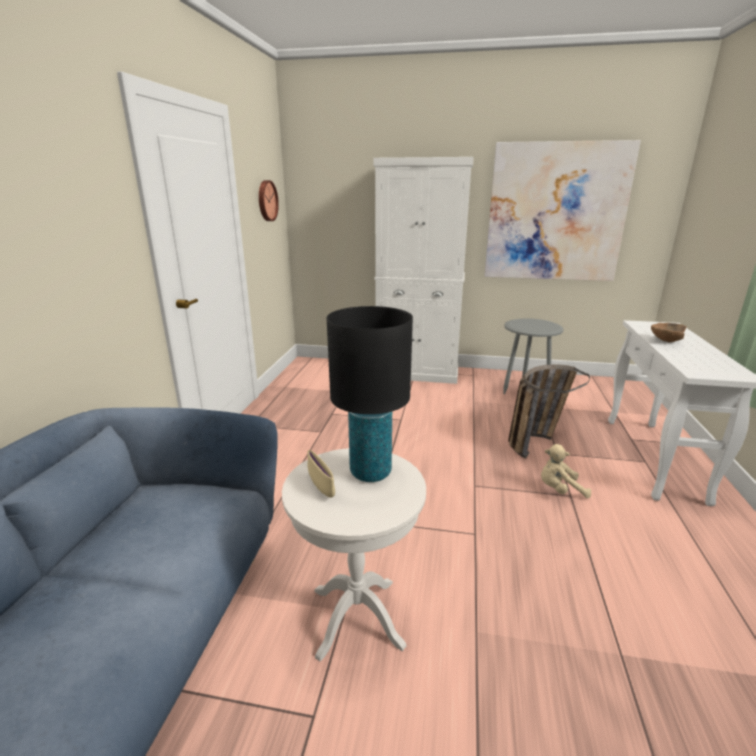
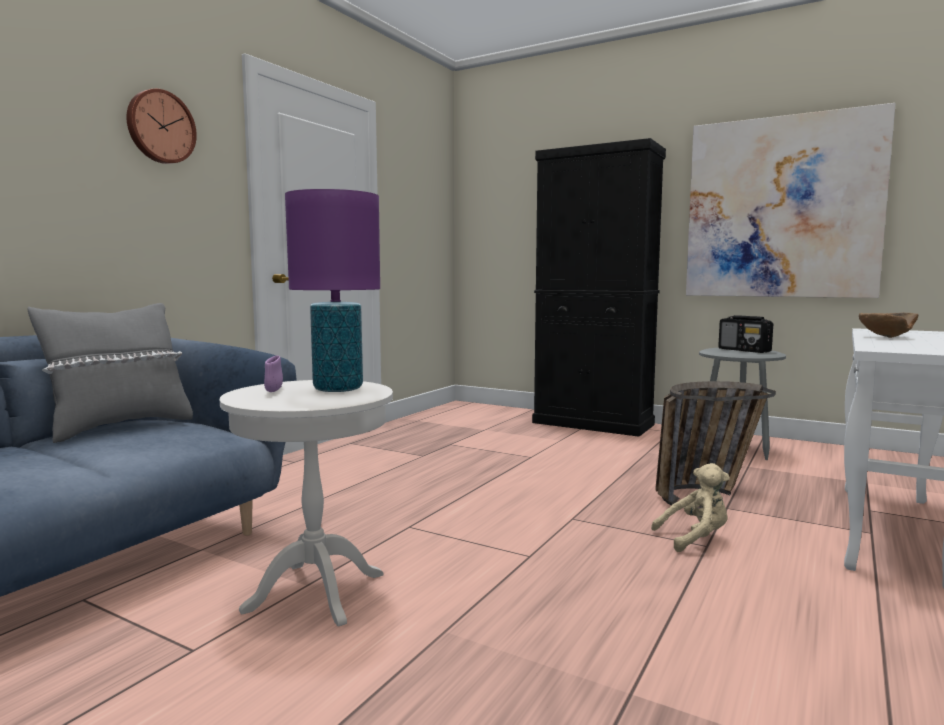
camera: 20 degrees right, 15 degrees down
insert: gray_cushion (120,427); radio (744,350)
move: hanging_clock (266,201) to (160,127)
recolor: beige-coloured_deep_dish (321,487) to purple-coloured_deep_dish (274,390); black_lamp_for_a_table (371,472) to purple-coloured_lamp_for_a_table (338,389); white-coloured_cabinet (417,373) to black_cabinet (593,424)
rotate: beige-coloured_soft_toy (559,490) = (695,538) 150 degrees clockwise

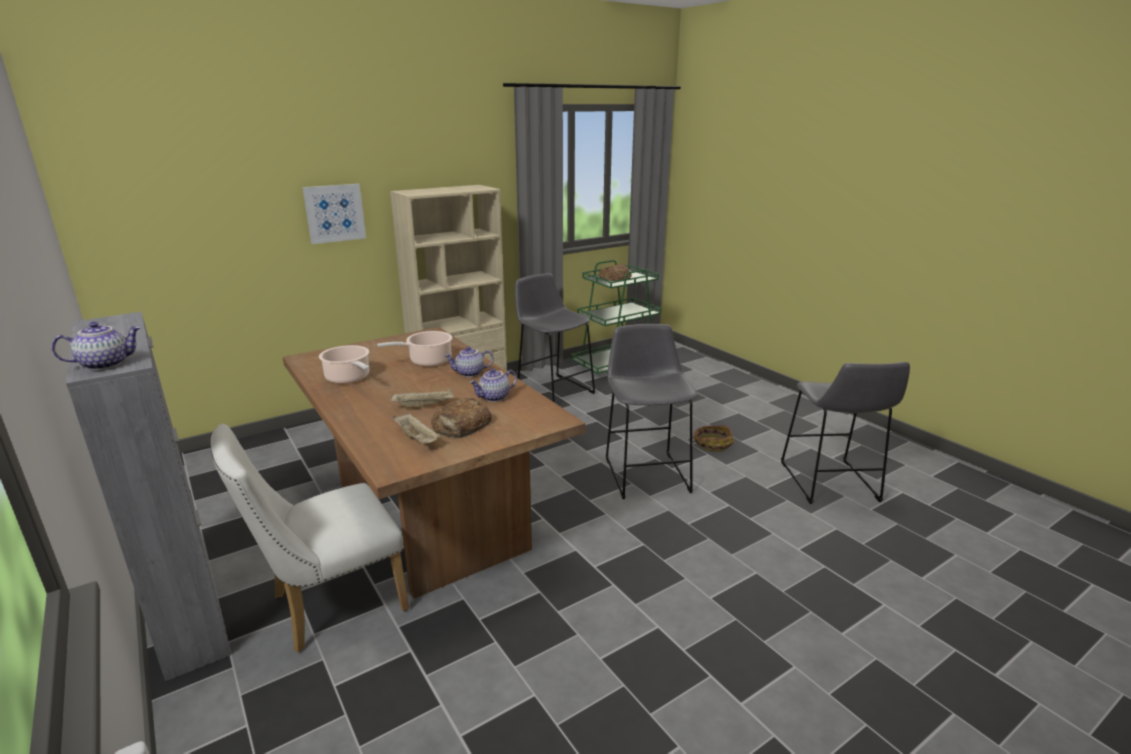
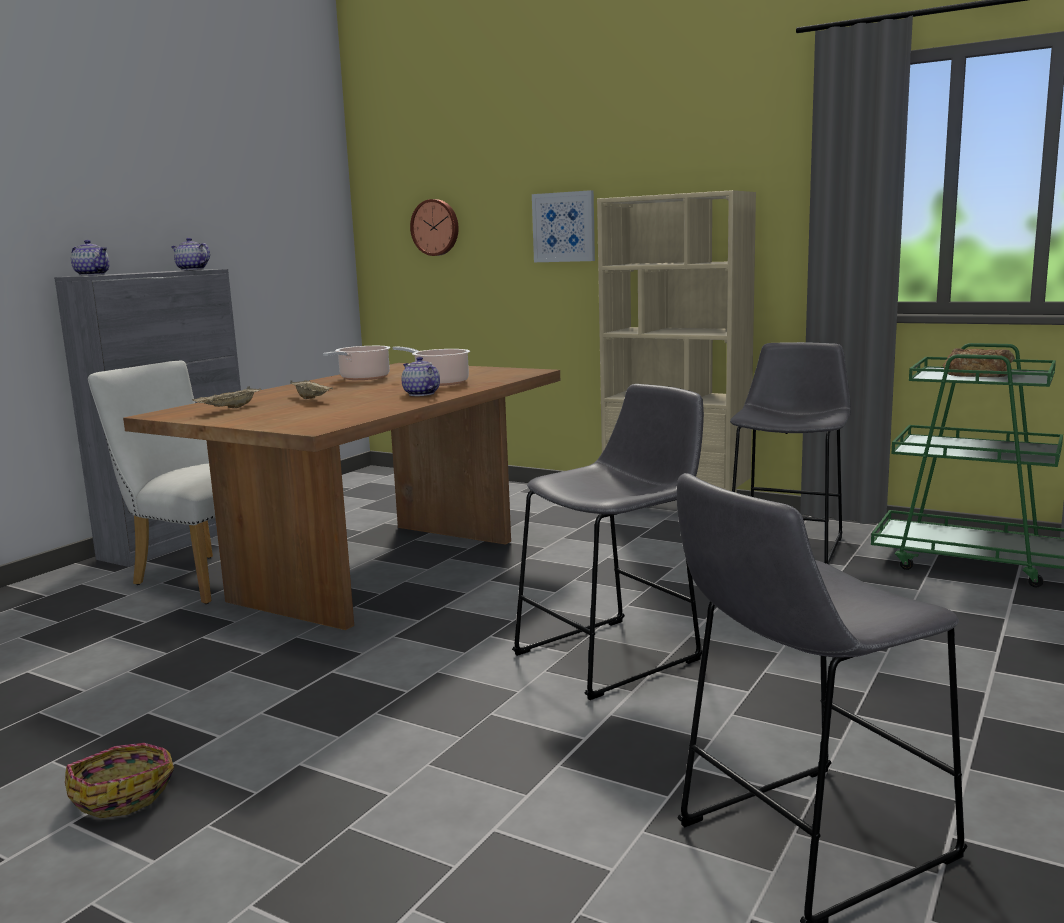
camera: 65 degrees right, 10 degrees down
delete: bakery_bread (461,425)
insert: hanging_clock (436,227)
move: pot_for_tea (494,397) to (191,270); storage_basket (711,444) to (124,793)

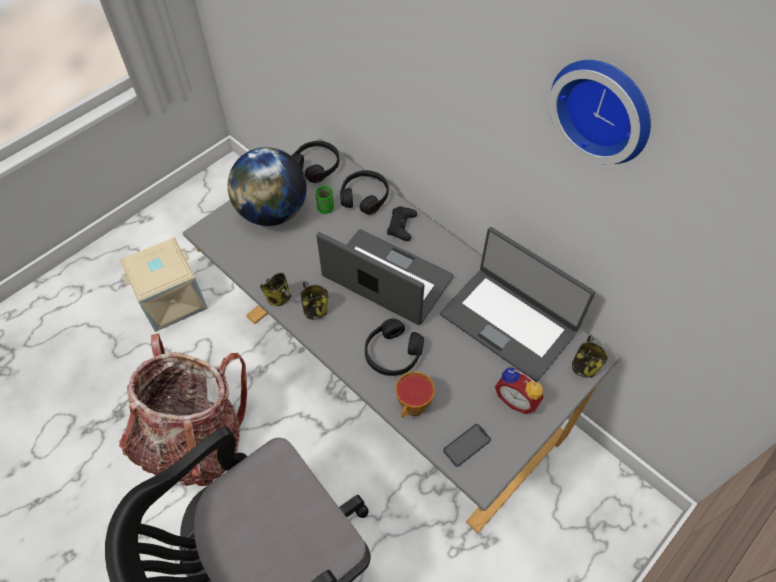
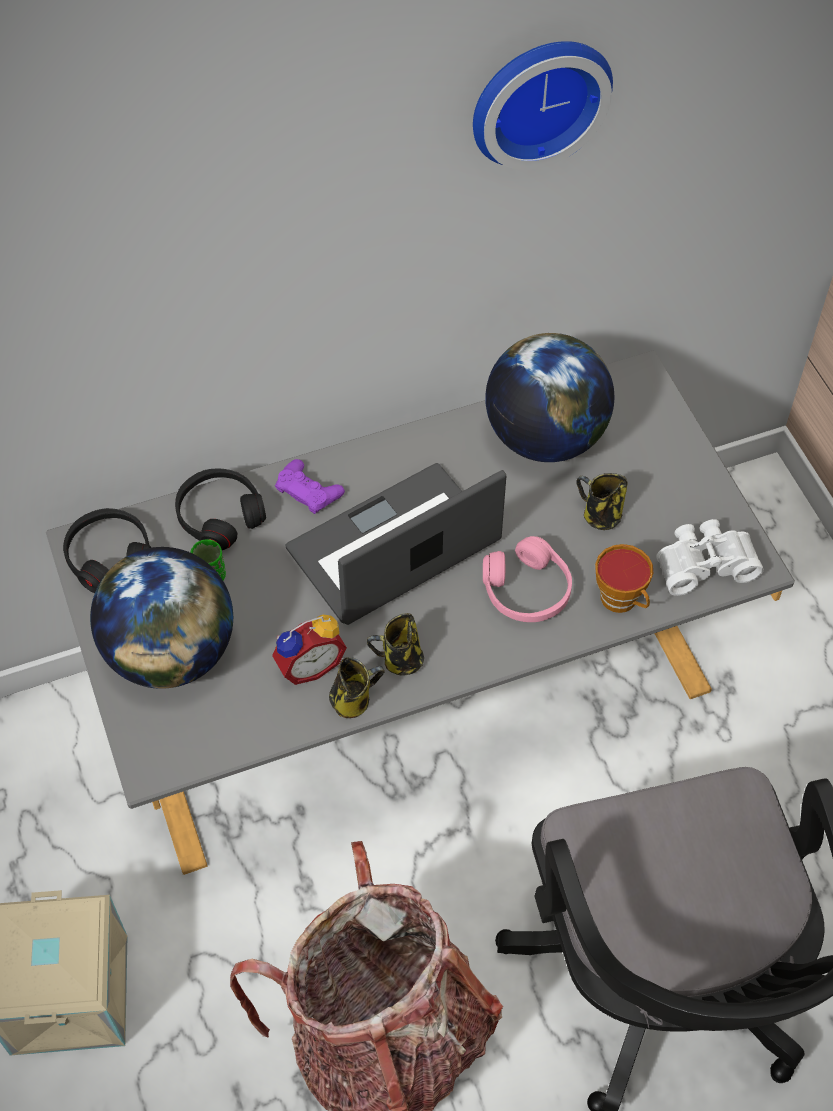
camera: 65 degrees left, 0 degrees up
move: bedside_clock (517,399) to (309,664); mug (583,366) to (599,515)
replace: portable_computer (508,322) to globe (545,437); phone (466,445) to white-coloured_pair_of_binoculars (704,563)
recolor: black_pair_of_headphones (392,353) to pinkish_pair_of_headphones (527,590); black_game_controller (402,226) to purple-coloured_game_controller (308,490)

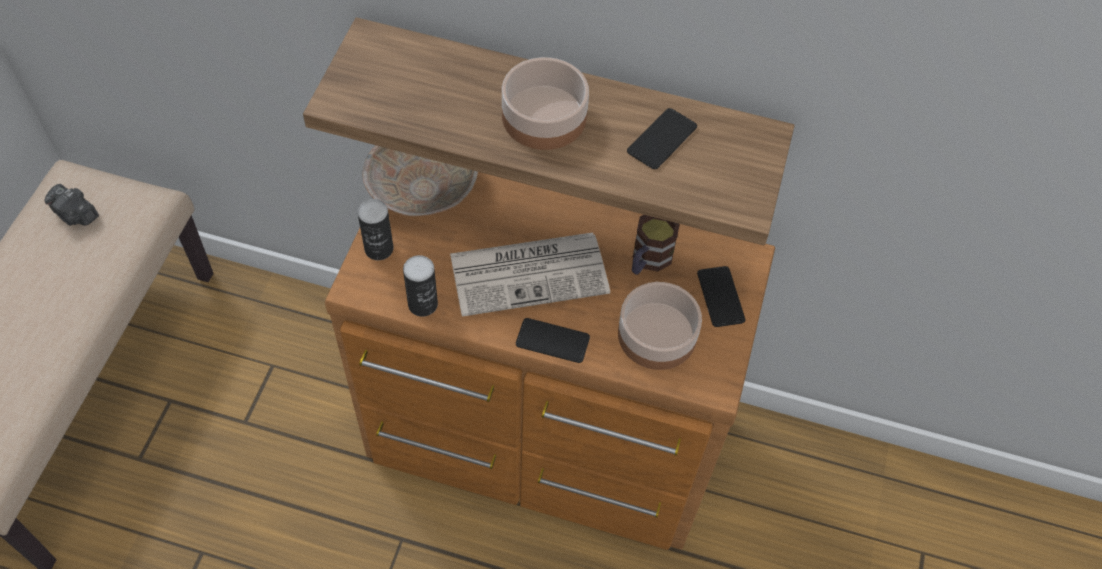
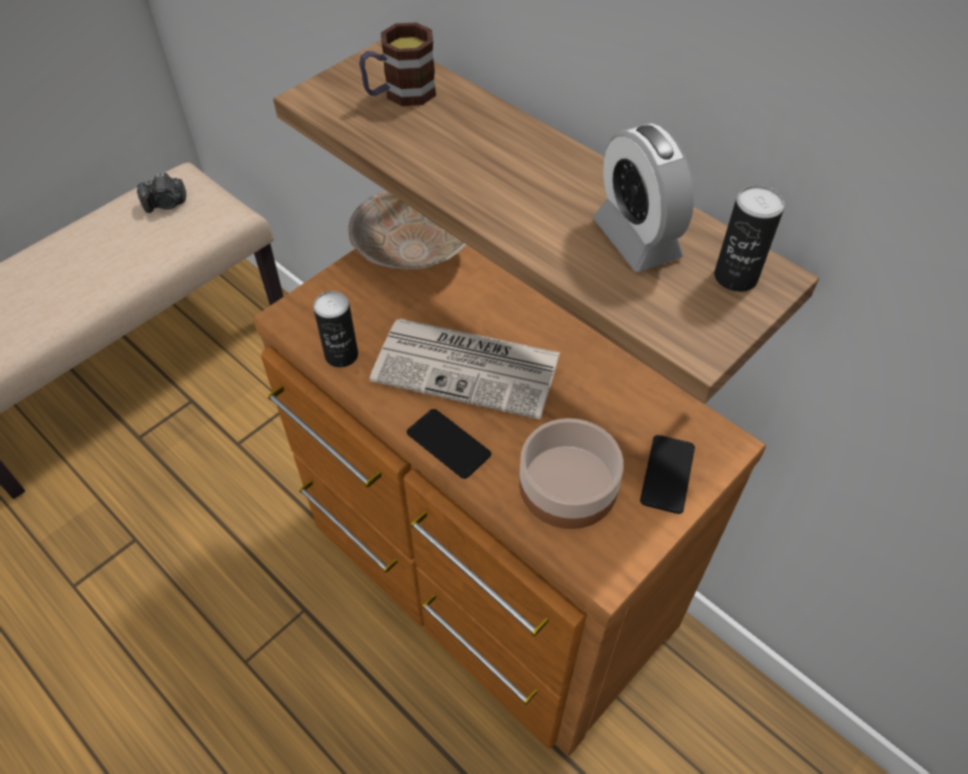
camera: 30 degrees right, 5 degrees down
delete: deep_dish (545,116)
move: metal_can (379,249) to (735,277); mug (648,260) to (400,94)
replace: phone (662,139) to bedside_clock (636,239)
rotate: photo_camera (75,215) = (166,204) 75 degrees counterclockwise

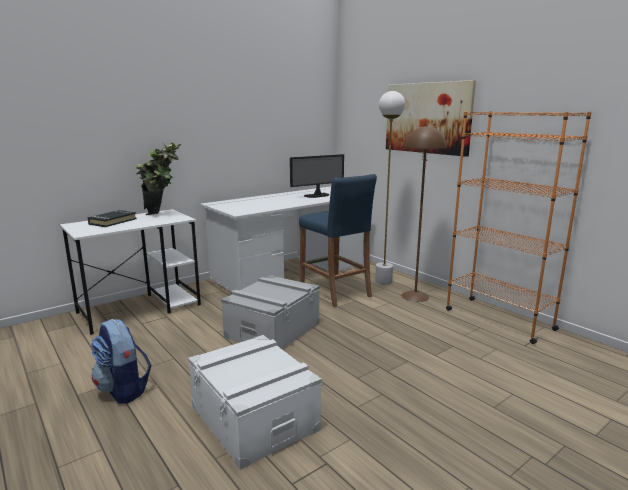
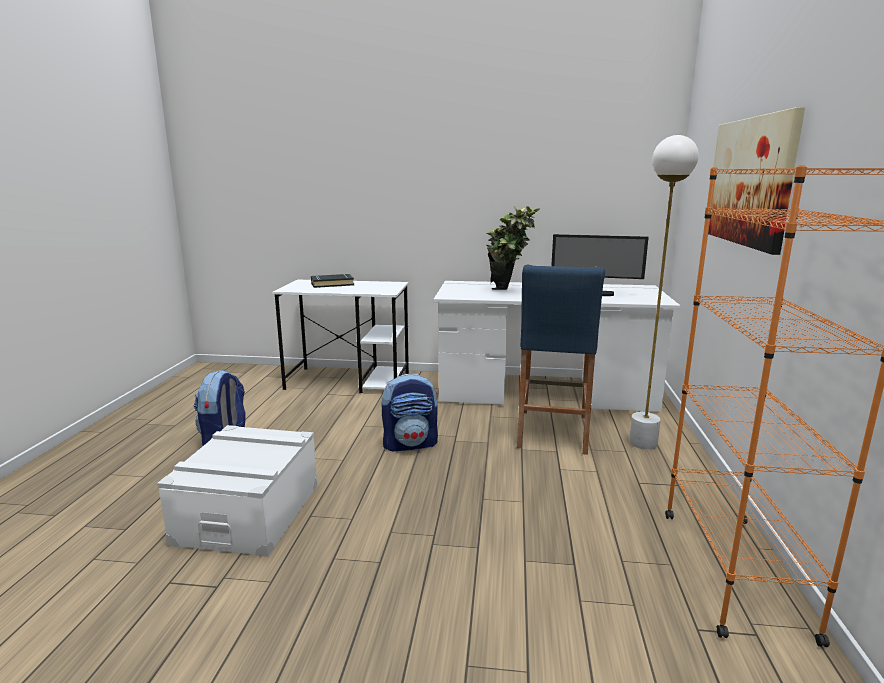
camera: 45 degrees right, 0 degrees up
delete: brown_standing_lamp (415,296)
move: plant_in_a_pot (163,215) to (509,292)
replace: gray_storage_box (273,329) to knapsack (410,444)

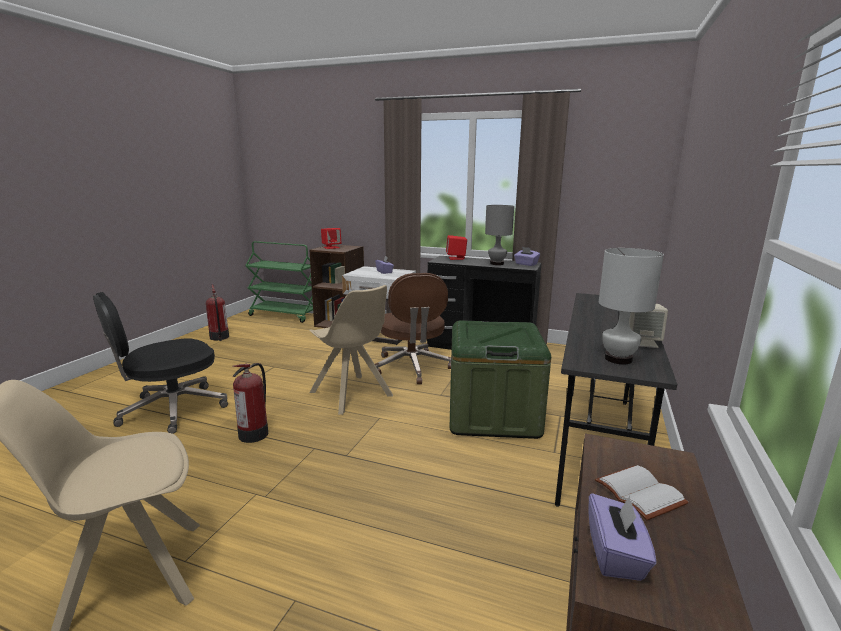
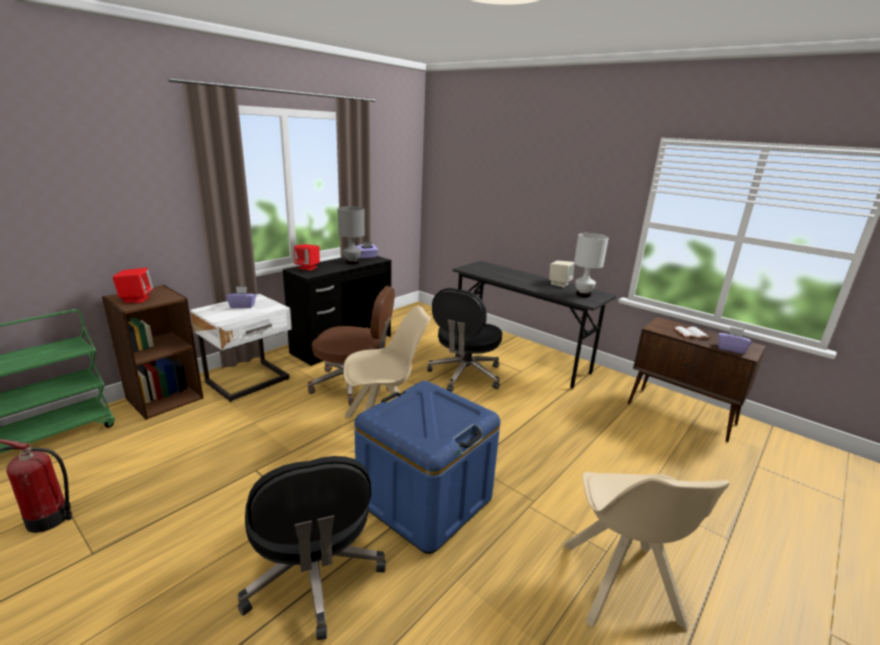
camera: 70 degrees left, 5 degrees up
replace: fire-fighting_cylinder (255,433) to bluish_storage_box (424,499); green-coloured_storage_box (493,415) to black_computer_chair (465,375)

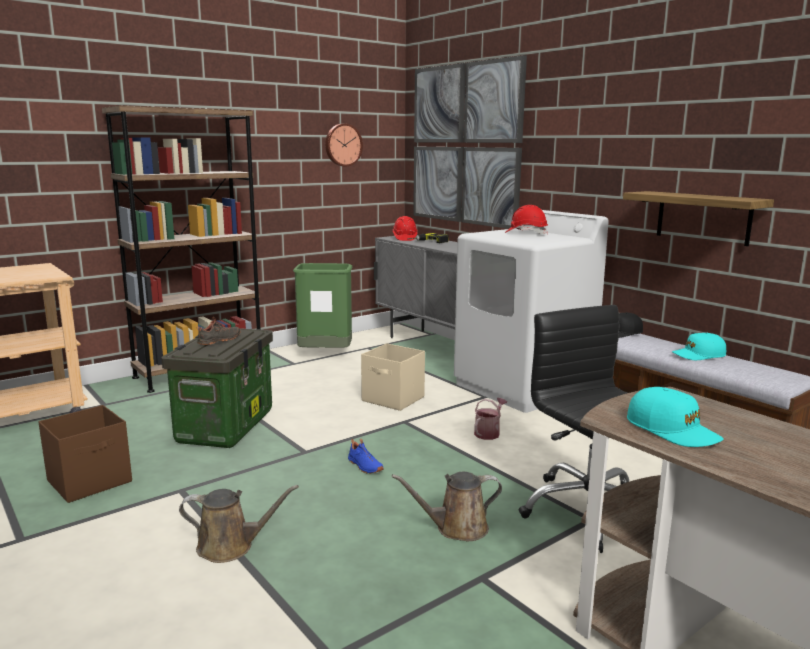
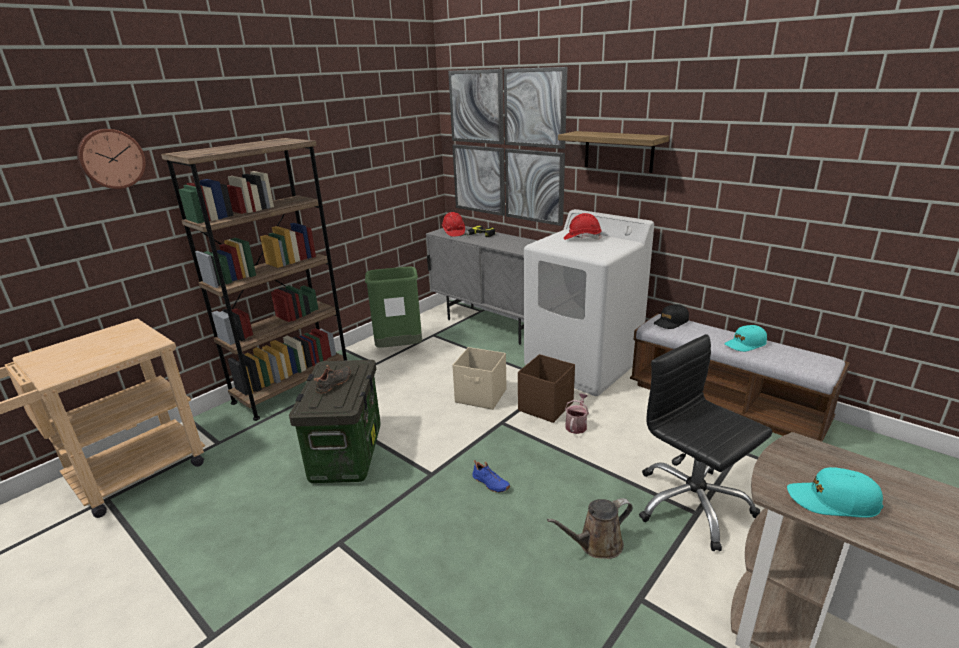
camera: 10 degrees left, 10 degrees up
delete: brown_watering_can (231,546)
move: brown_storage_box (91,481) to (546,406); hanging_clock (342,145) to (111,159); bracket_shelf (703,217) to (618,151)
rotate: turquoise_baseball_cap (672,430) = (832,501) 150 degrees clockwise

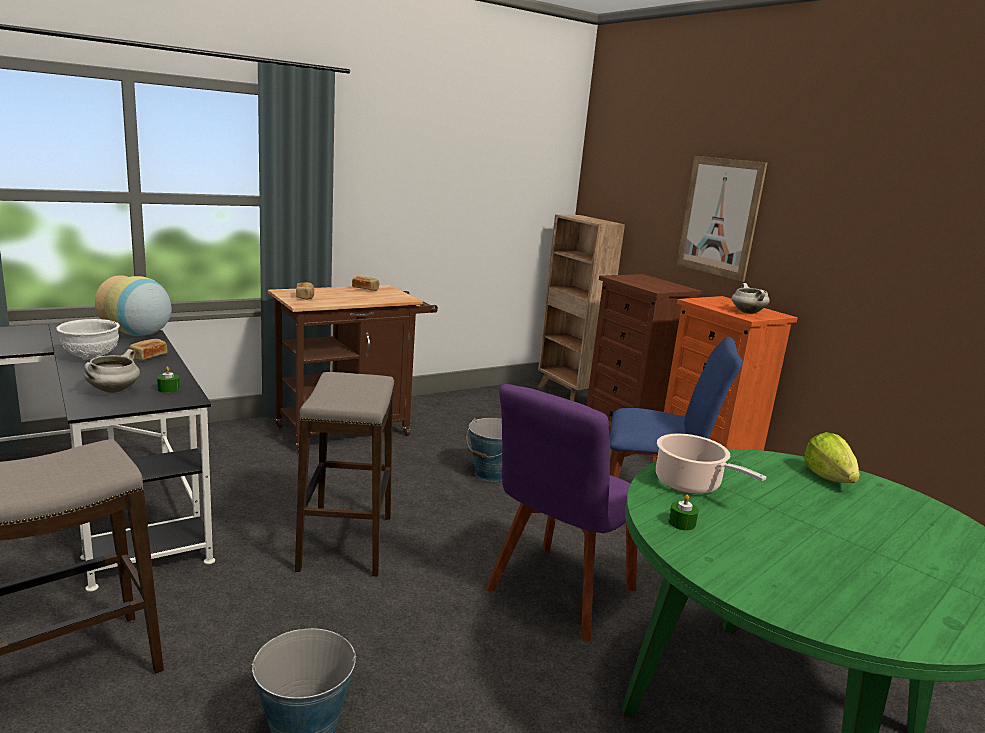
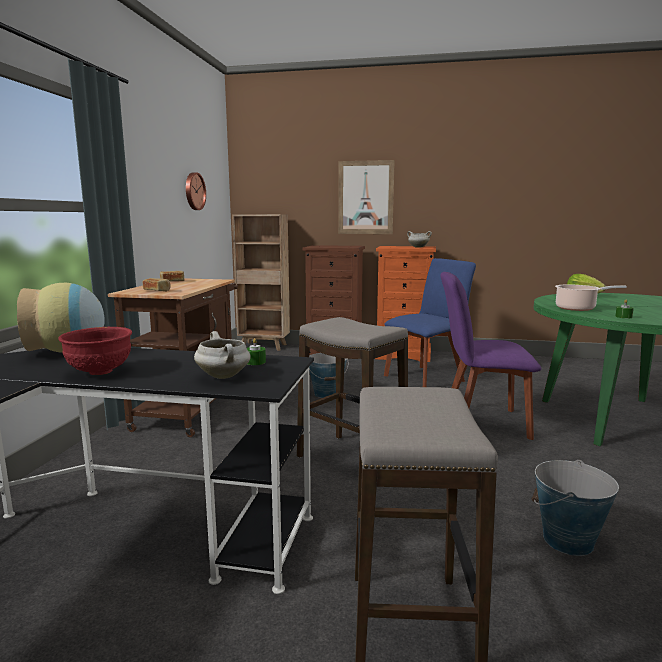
camera: 45 degrees left, 5 degrees down
delete: bakery_bread (148,357)
insert: hanging_clock (194,191)
recolor: white-coloured_deep_dish (90,357) to reddish_deep_dish (99,372)
rotate: purple-coloured_chair (558,593) = (480,423) 105 degrees clockwise

